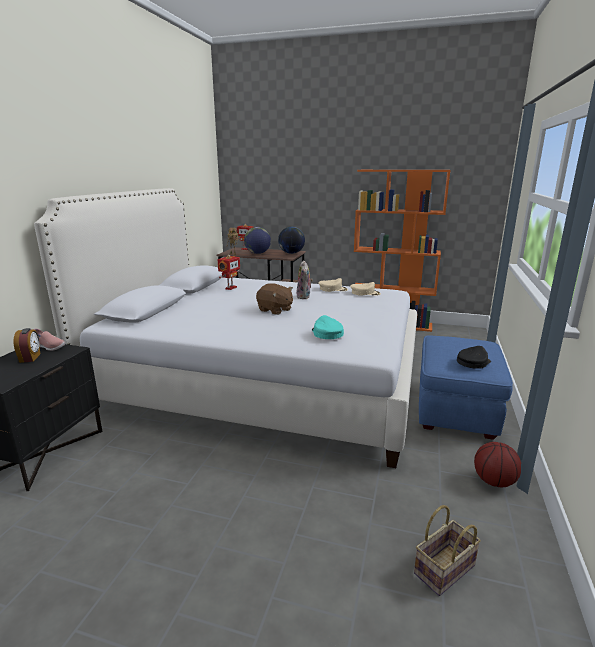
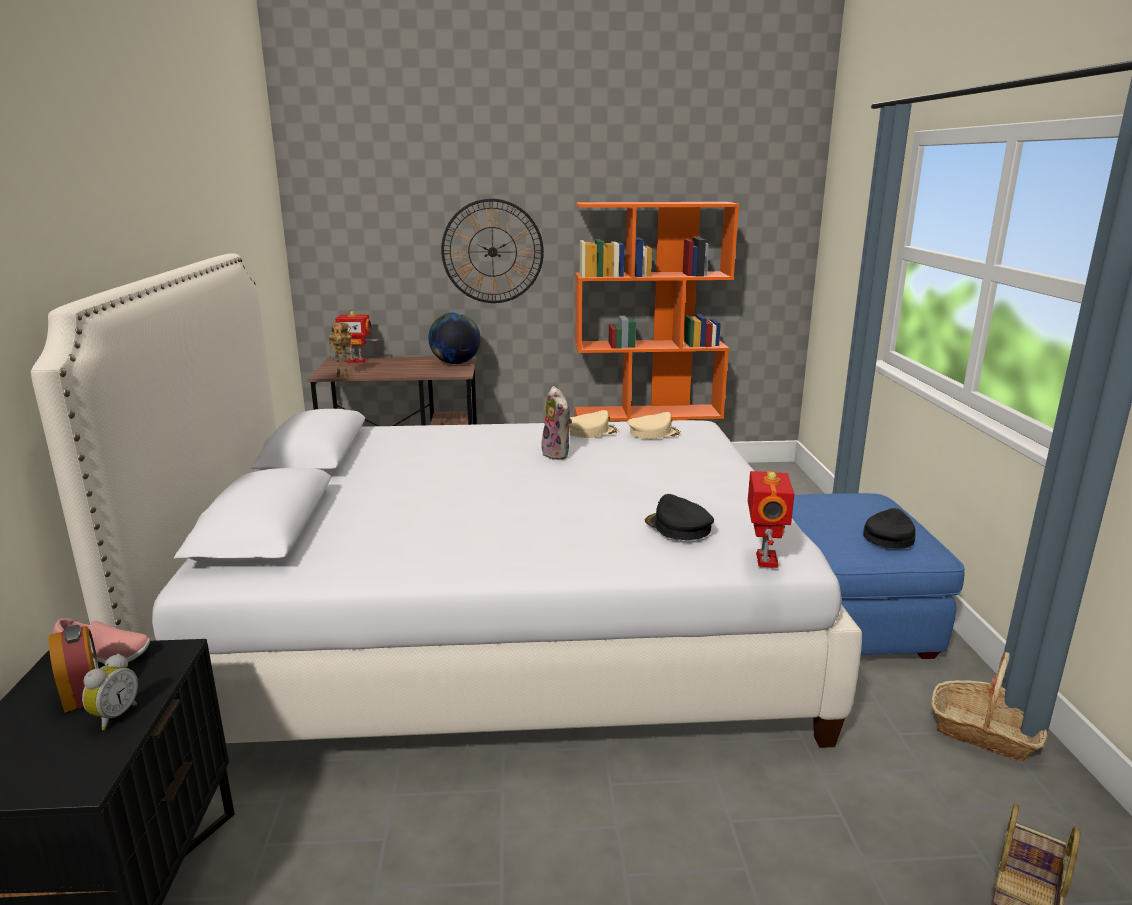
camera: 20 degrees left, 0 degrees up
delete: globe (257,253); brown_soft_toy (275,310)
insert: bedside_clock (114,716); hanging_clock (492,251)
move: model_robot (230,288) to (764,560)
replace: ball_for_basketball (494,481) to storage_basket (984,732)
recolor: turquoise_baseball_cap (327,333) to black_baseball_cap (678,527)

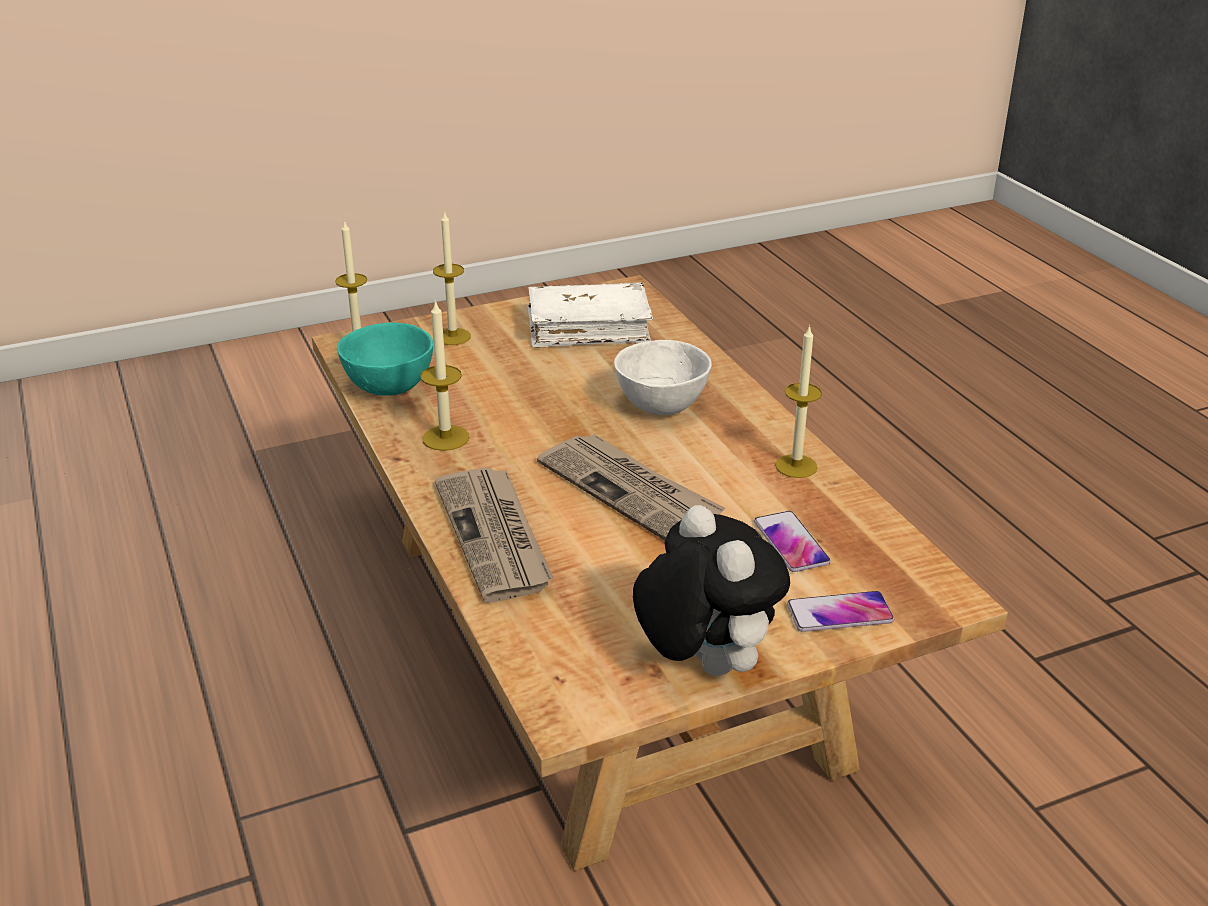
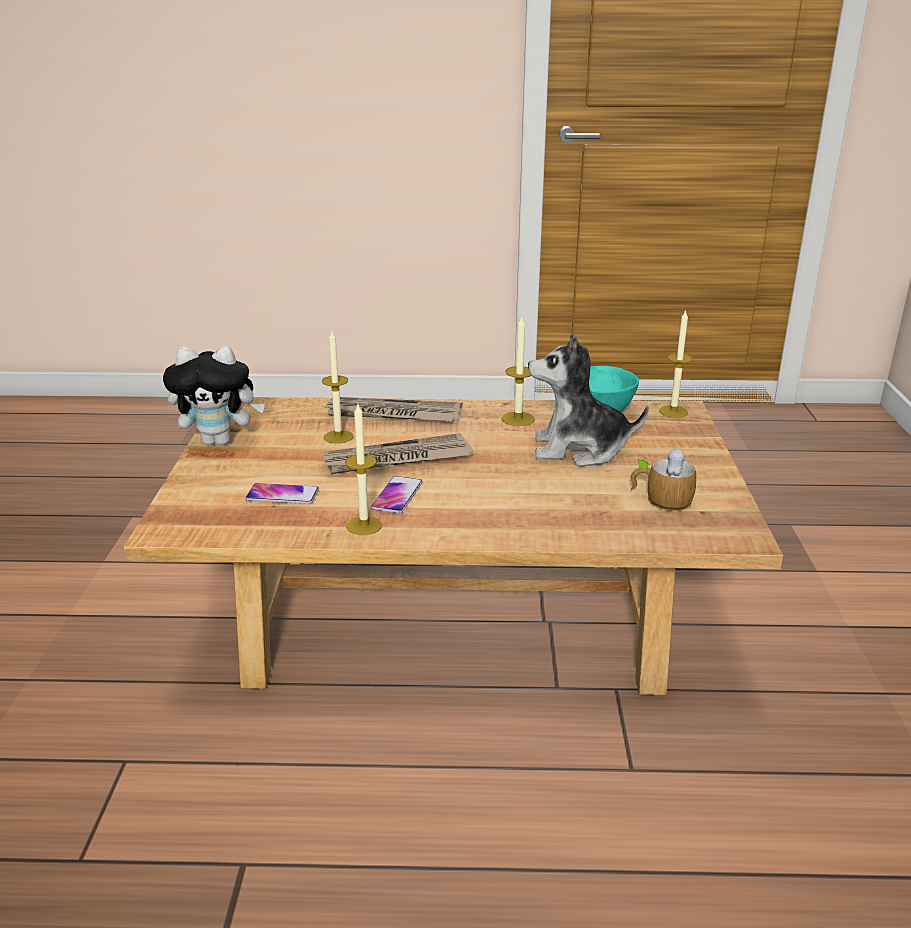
camera: 115 degrees right, 5 degrees down
delete: white-coloured_deep_dish (660,407)
insert: soft_toy (579,450)
move: candle (453,336) to (338,437); phone (839,613) to (397,496)
replace: white-coloured_bound_book (588,328) to mug (661,499)

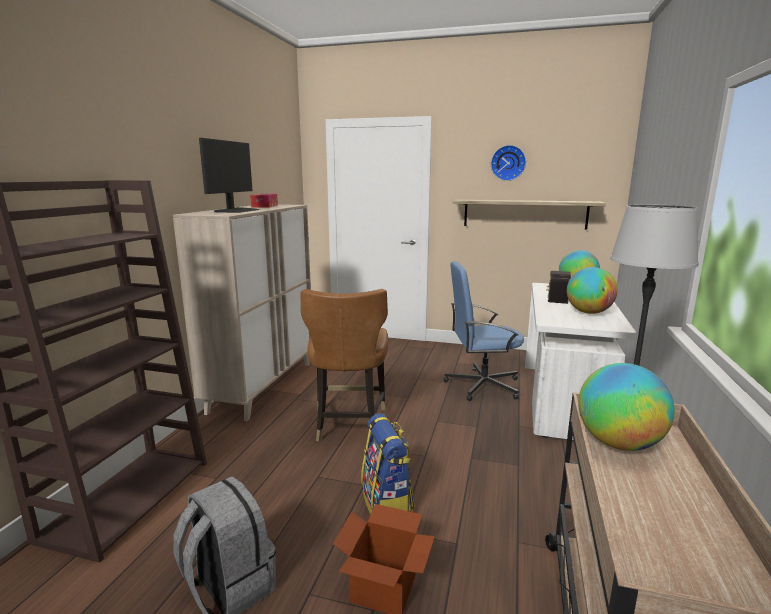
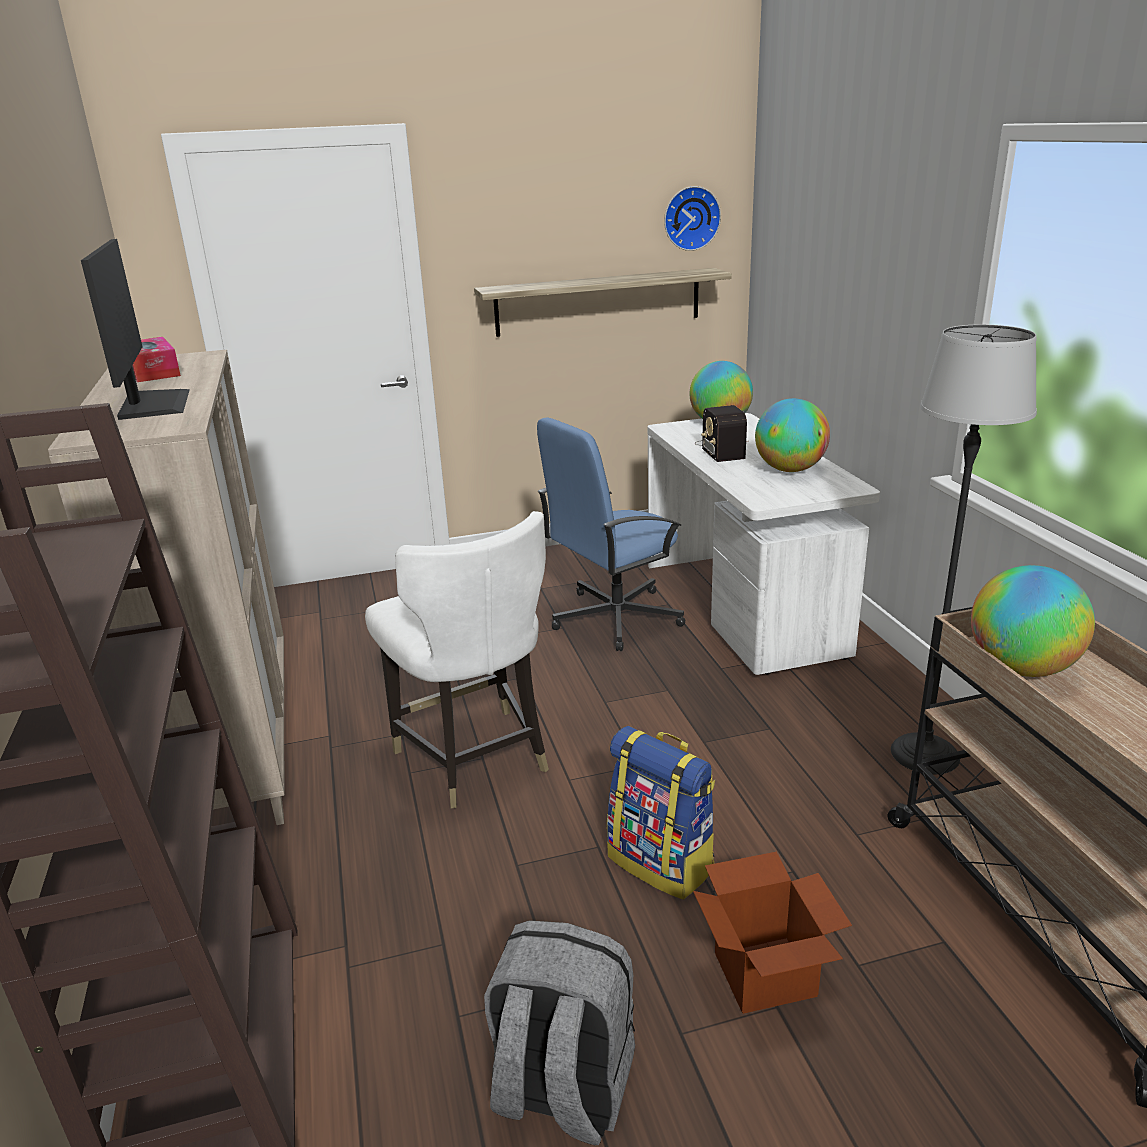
camera: 30 degrees left, 10 degrees up
move: hanging_clock (508,163) to (690,218)
recolor: brown_chair (348,424) to white-coloured_chair (474,758)

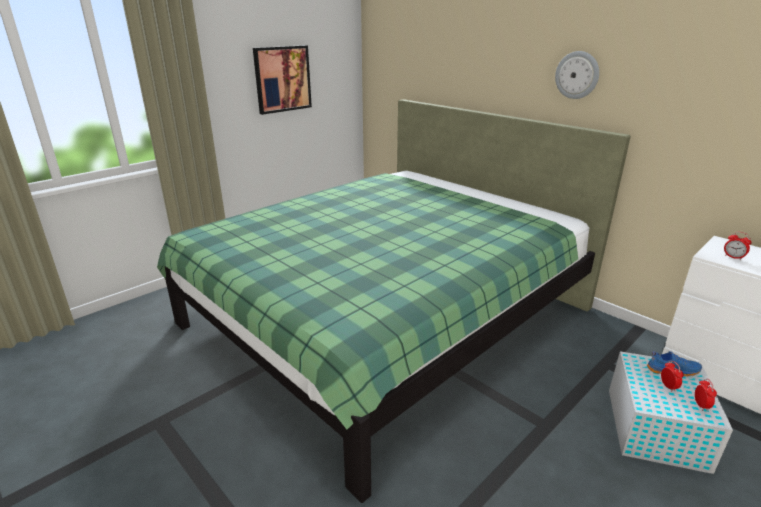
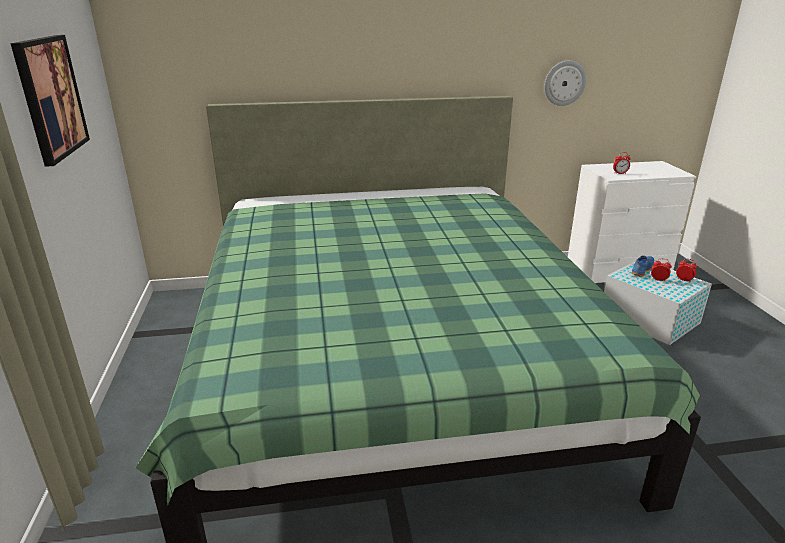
camera: 55 degrees left, 0 degrees up
move: hanging_clock (577,75) to (564,83)

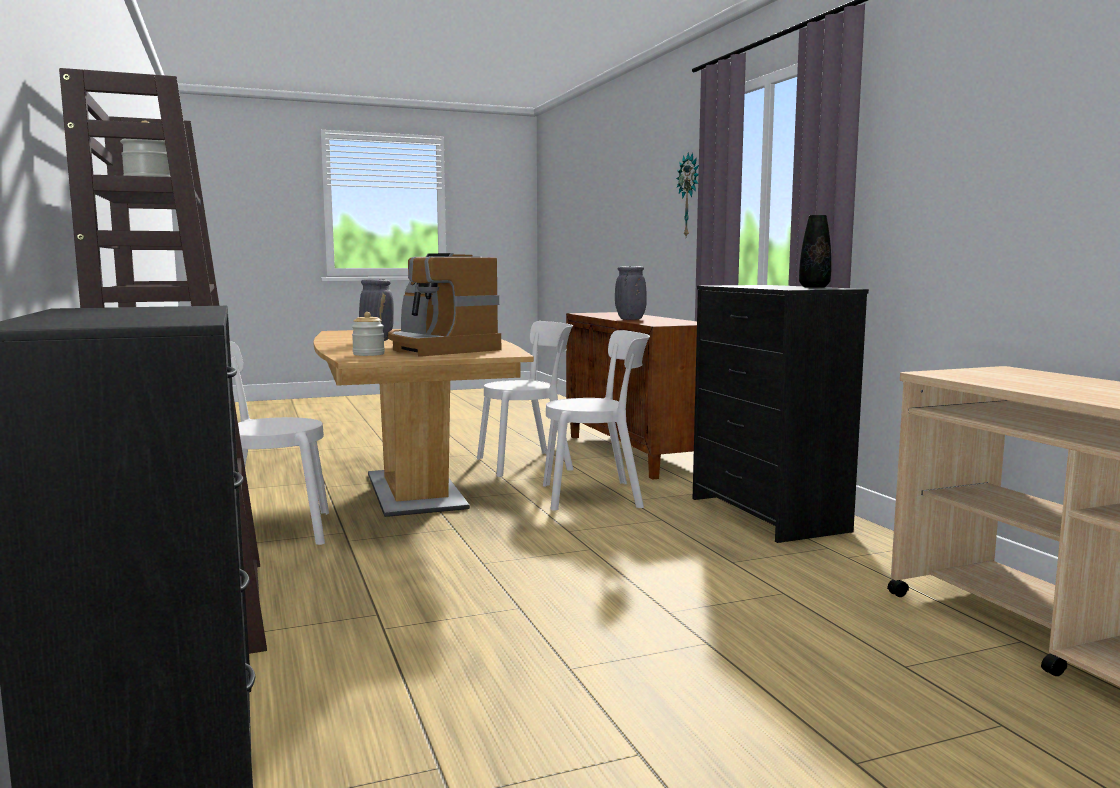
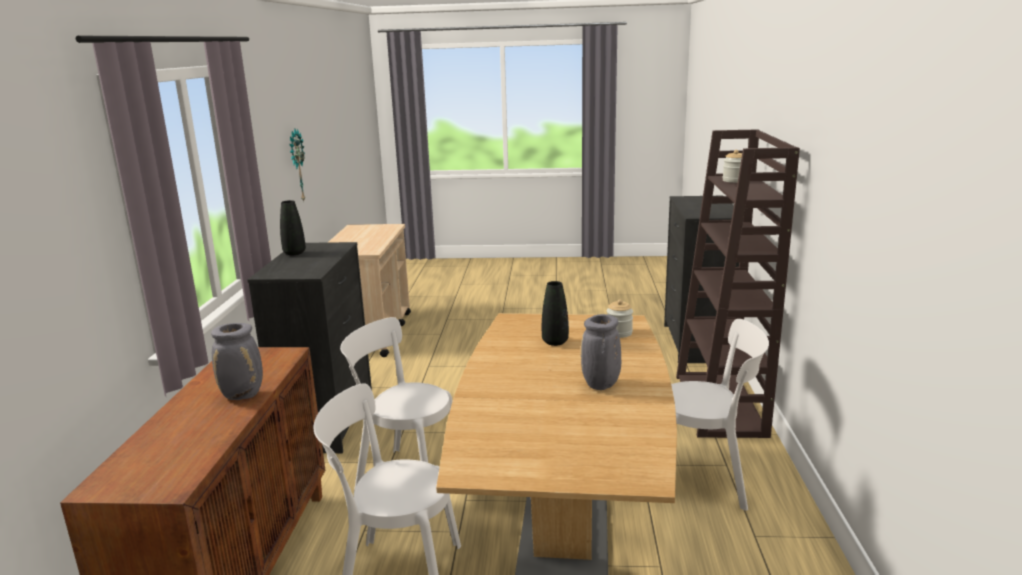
camera: 155 degrees left, 10 degrees up
move: hanging_clock (690,195) to (296,165)
replace: coffee_machine (438,349) to black_decorative_vase (555,342)

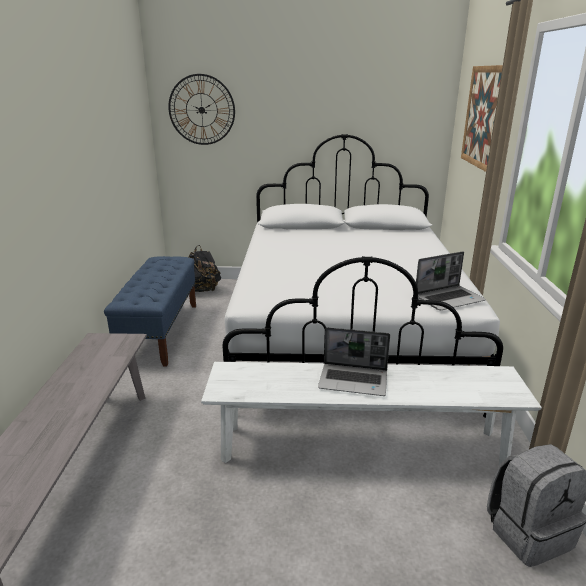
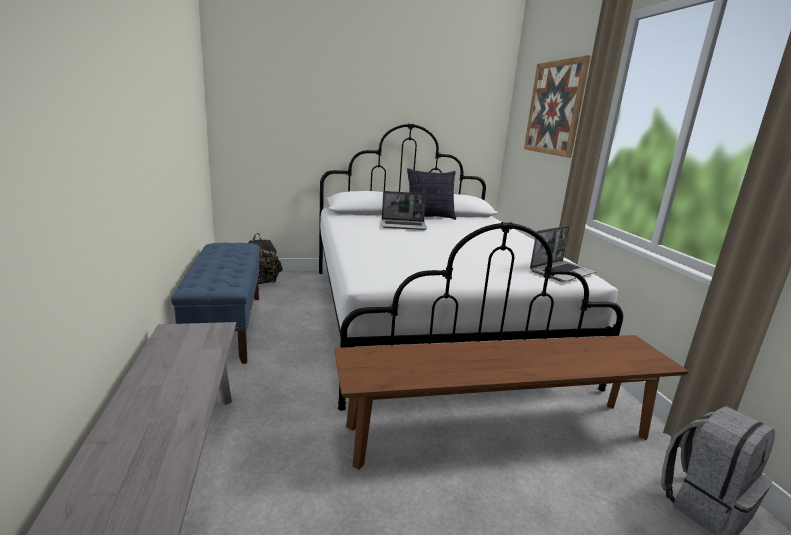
camera: 15 degrees left, 5 degrees down
delete: hanging_clock (201,110)
insert: cushion (429,217)
move: portable_computer (354,380) to (404,226)
recolor: white-coloured_indoor_bench (361,446) to brown_indoor_bench (499,432)

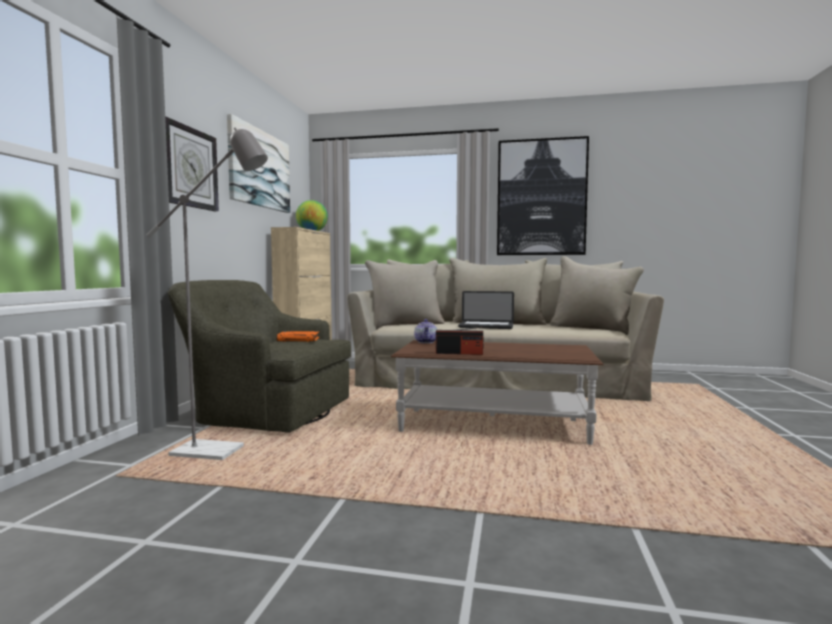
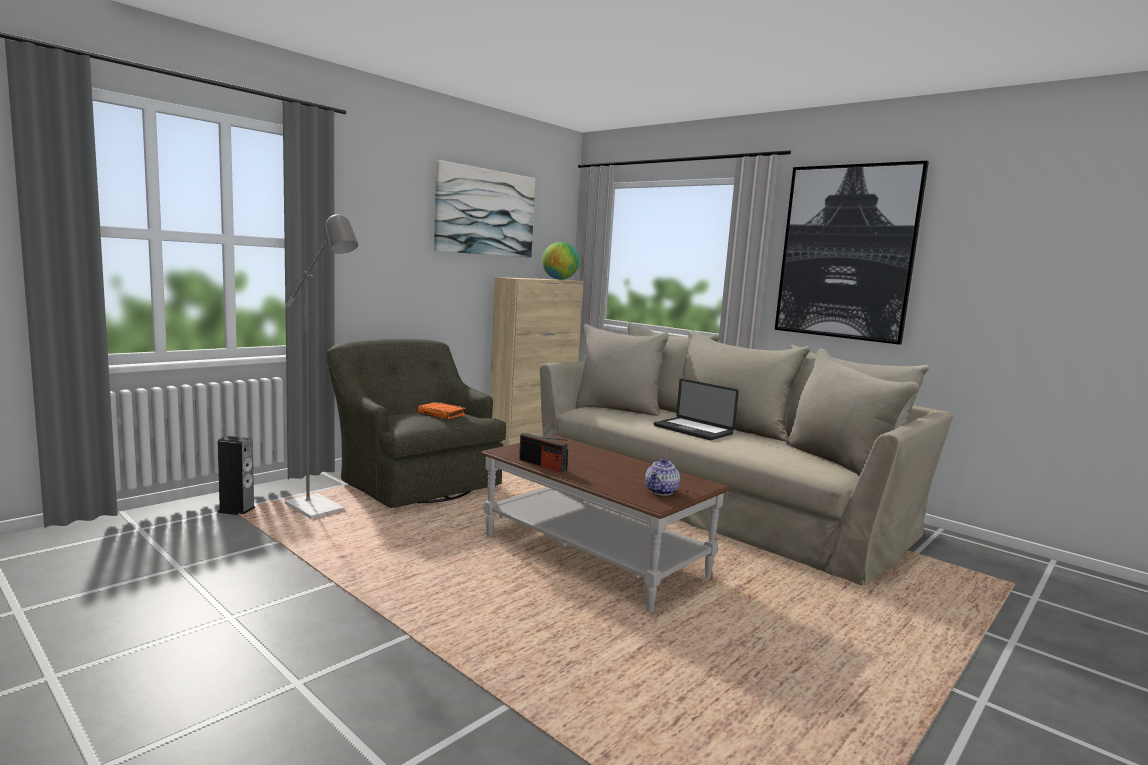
camera: 30 degrees right, 5 degrees up
delete: hanging_clock (190,167)
insert: loudspeaker (237,510)
move: pot_for_tea (426,342) to (662,492)

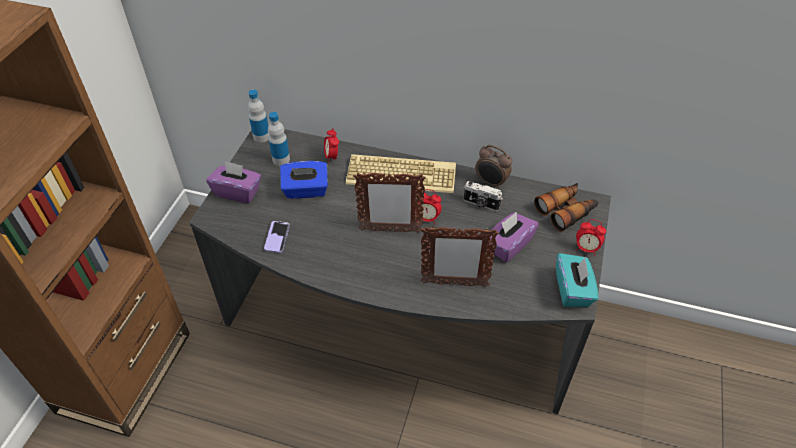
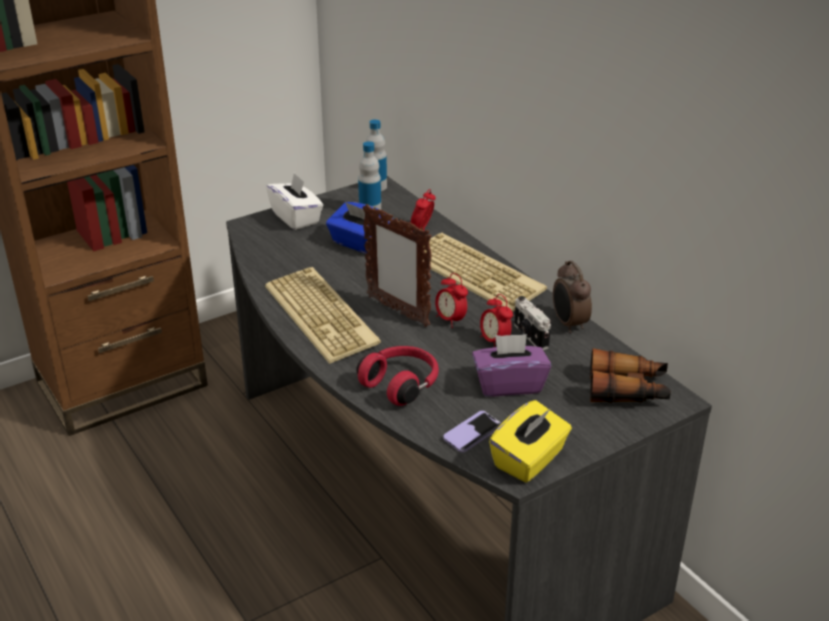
camera: 40 degrees right, 15 degrees down
insert: keyboard (323,315)
move: phone (277,237) to (472,433); bedside_clock (586,249) to (494,342)
replace: picture_frame (454,284) to reddish_pair_of_headphones (401,384)
recolor: purple-coloured_tissue_holder (238,192) to white-coloured_tissue_holder (296,218); turquoise_tissue_holder (573,290) to yellow-coloured_tissue_holder (529,460)

